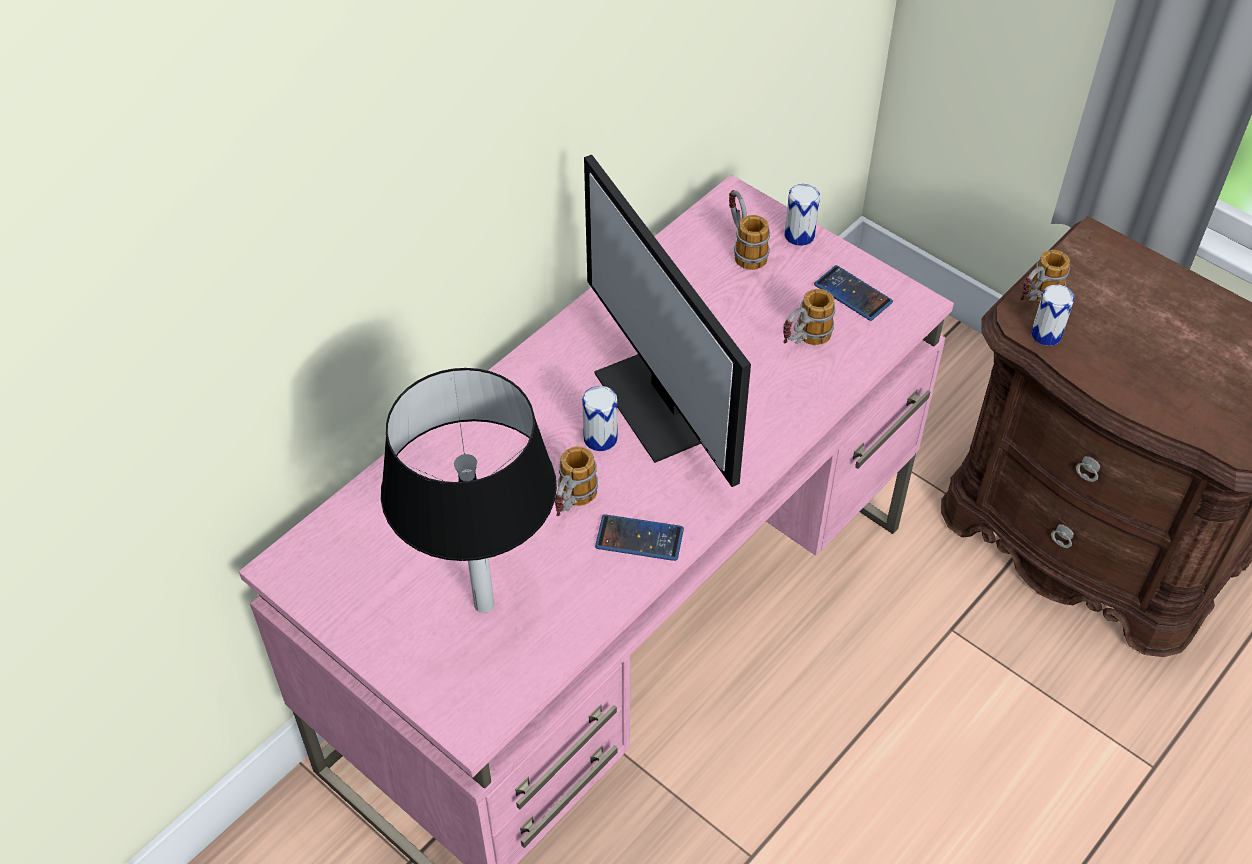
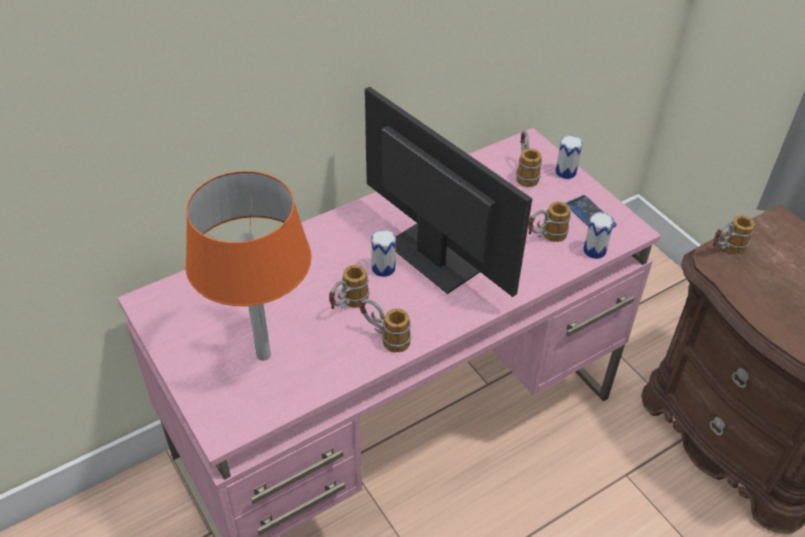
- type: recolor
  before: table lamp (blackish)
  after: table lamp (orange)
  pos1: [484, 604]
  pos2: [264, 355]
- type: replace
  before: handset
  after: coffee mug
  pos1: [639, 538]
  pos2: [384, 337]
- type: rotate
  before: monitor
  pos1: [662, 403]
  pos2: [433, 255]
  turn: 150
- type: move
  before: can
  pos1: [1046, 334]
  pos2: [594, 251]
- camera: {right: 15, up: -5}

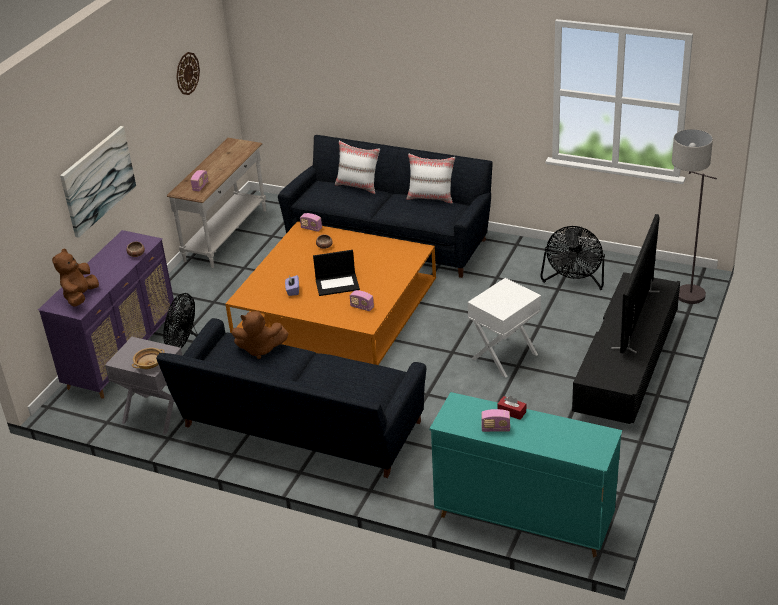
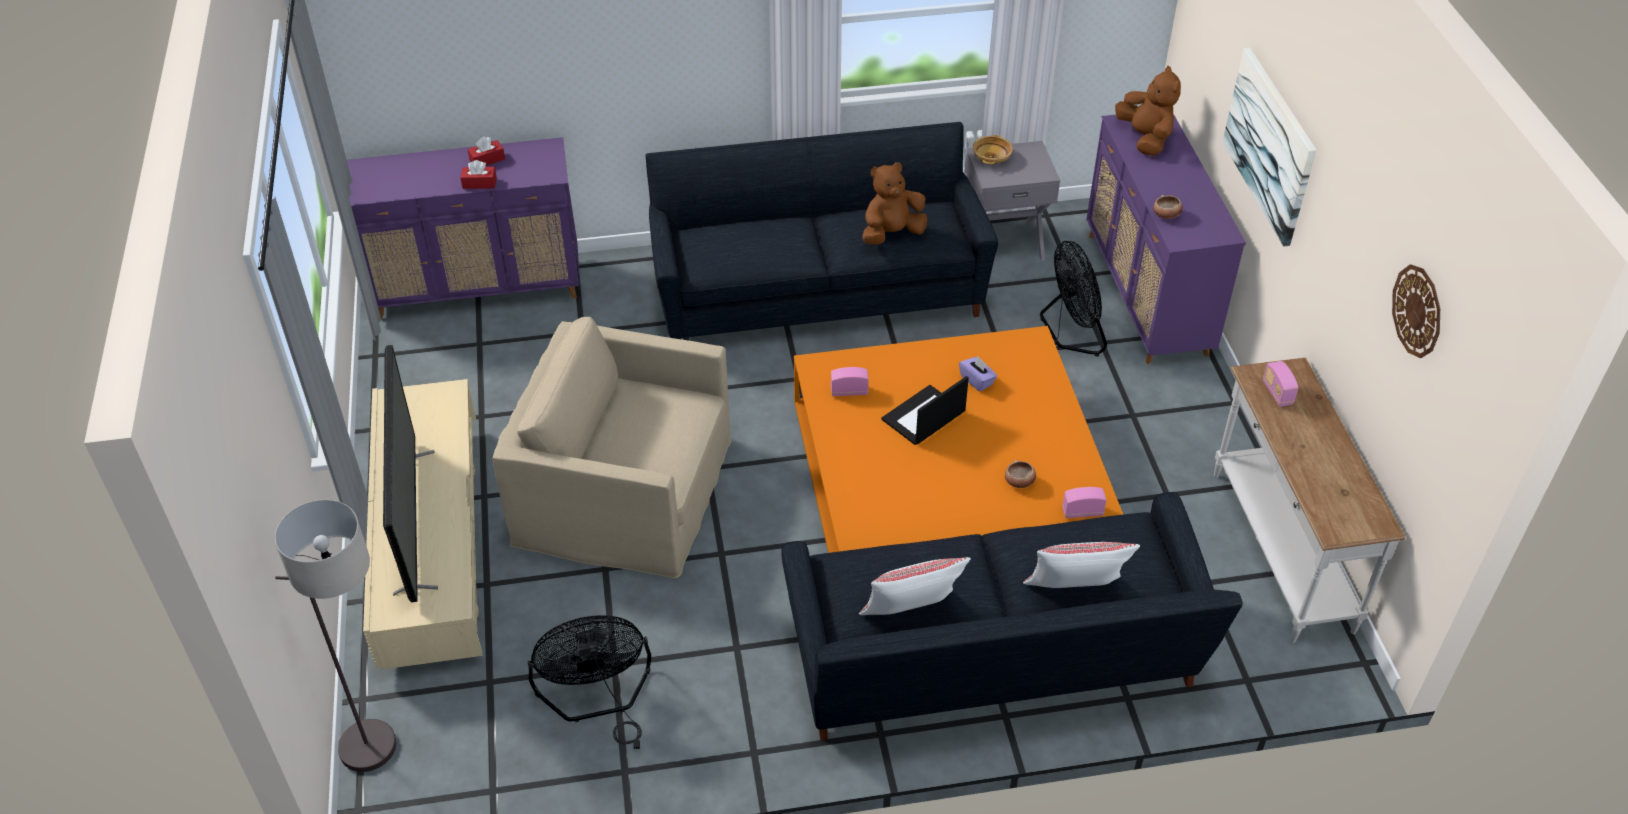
- type: recolor
  before: cabinet (turquoise-coloured)
  after: cabinet (purple-coloured)
  pos1: [524, 519]
  pos2: [478, 288]
- type: recolor
  before: tv unit (blackish)
  after: tv unit (beige-coloured)
  pos1: [627, 366]
  pos2: [431, 544]
- type: replace
  before: radio receiver
  after: box of tissues (red)
  pos1: [495, 428]
  pos2: [487, 160]
- type: replace
  before: end table (white-coloured)
  after: lounge chair (beige-coloured)
  pos1: [505, 356]
  pos2: [624, 490]
- camera: {right: 145, up: 10}

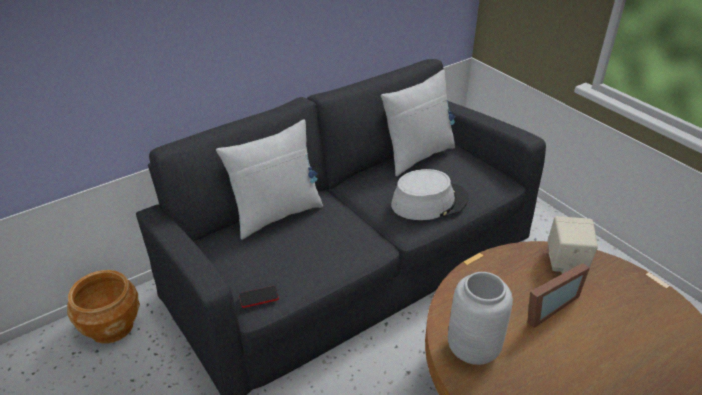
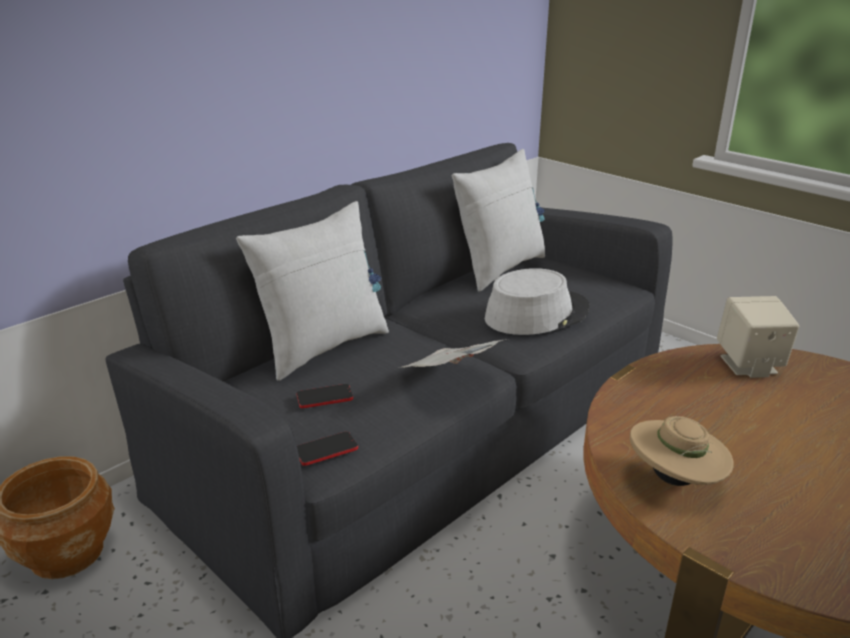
- type: insert
  after: handset
  pos2: [324, 397]
- type: insert
  after: newspaper
  pos2: [452, 378]
- type: replace
  before: vase (grey)
  after: wearable hat (beige-coloured)
  pos1: [473, 349]
  pos2: [674, 480]
- type: delete
  before: picture frame
  pos1: [545, 306]
- camera: {right: -10, up: -10}

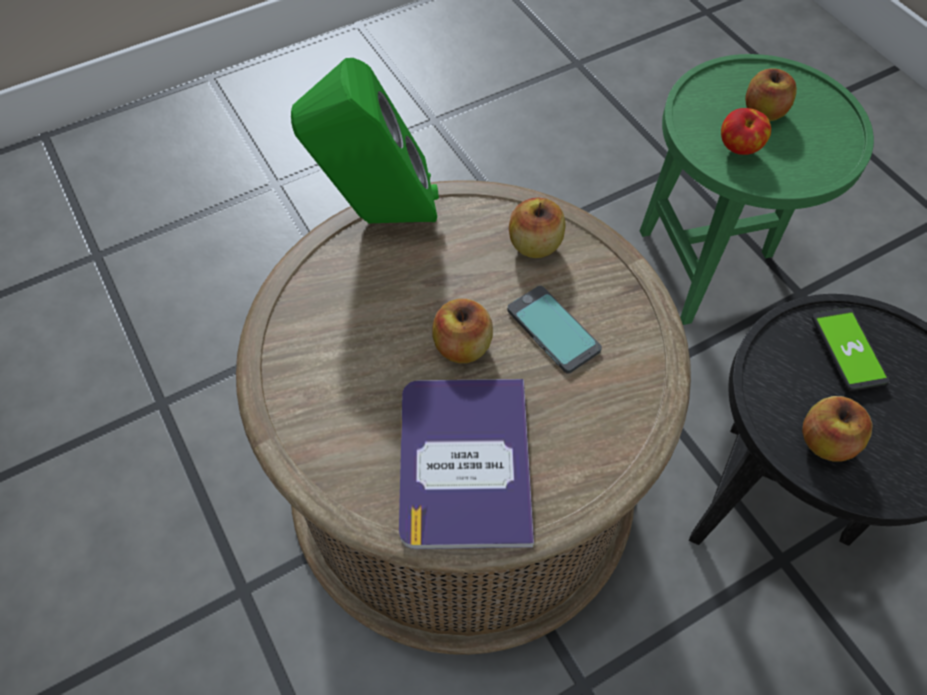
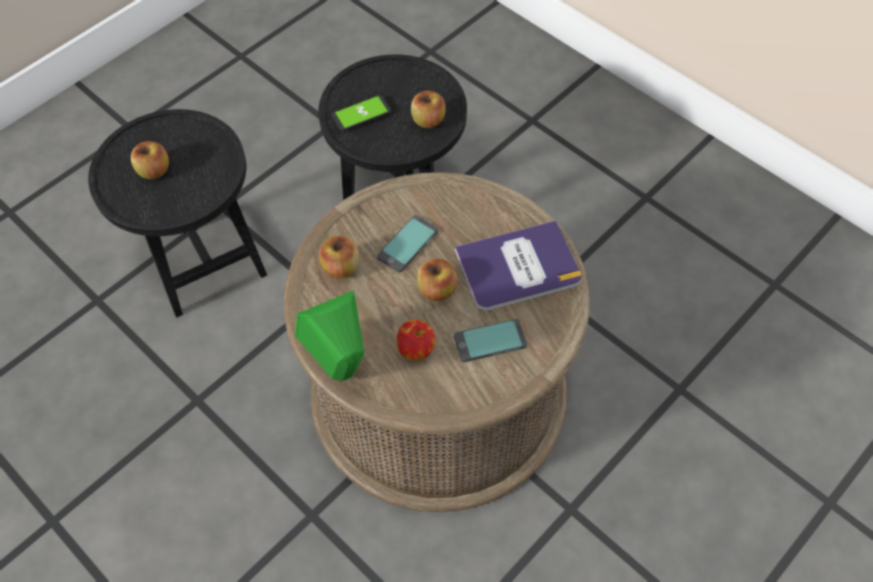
- type: recolor
  before: end table (green)
  after: end table (blackish)
  pos1: [709, 266]
  pos2: [206, 265]
- type: move
  before: whole apple
  pos1: [739, 148]
  pos2: [416, 349]
- type: insert
  after: handset
  pos2: [490, 341]
- camera: {right: -105, up: 0}

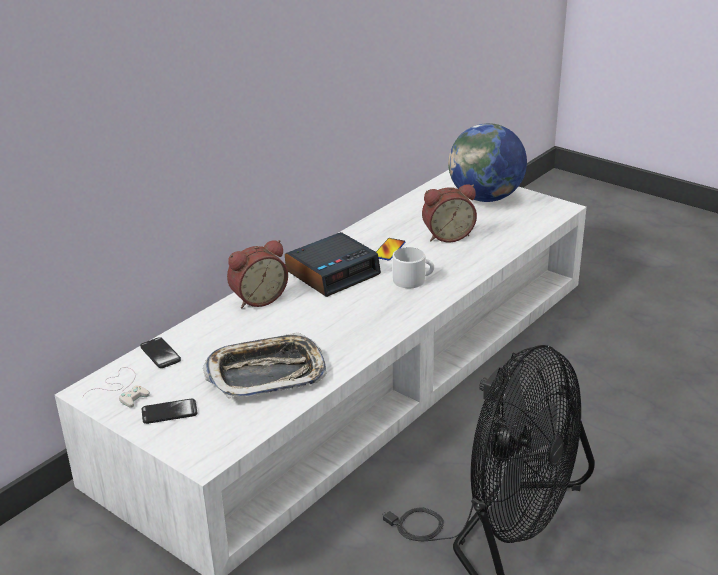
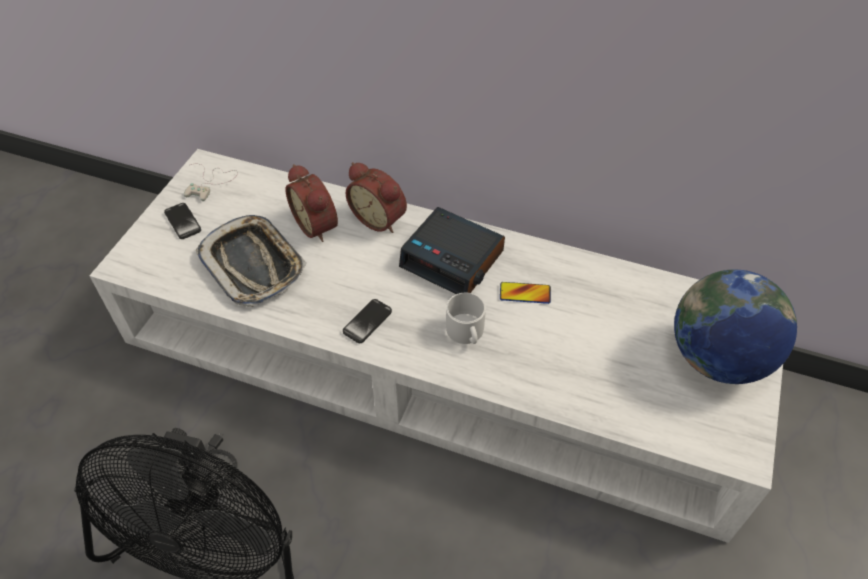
- type: move
  before: alarm clock
  pos1: [447, 235]
  pos2: [318, 225]
- type: move
  before: handset
  pos1: [160, 354]
  pos2: [367, 322]
- camera: {right: 70, up: 20}

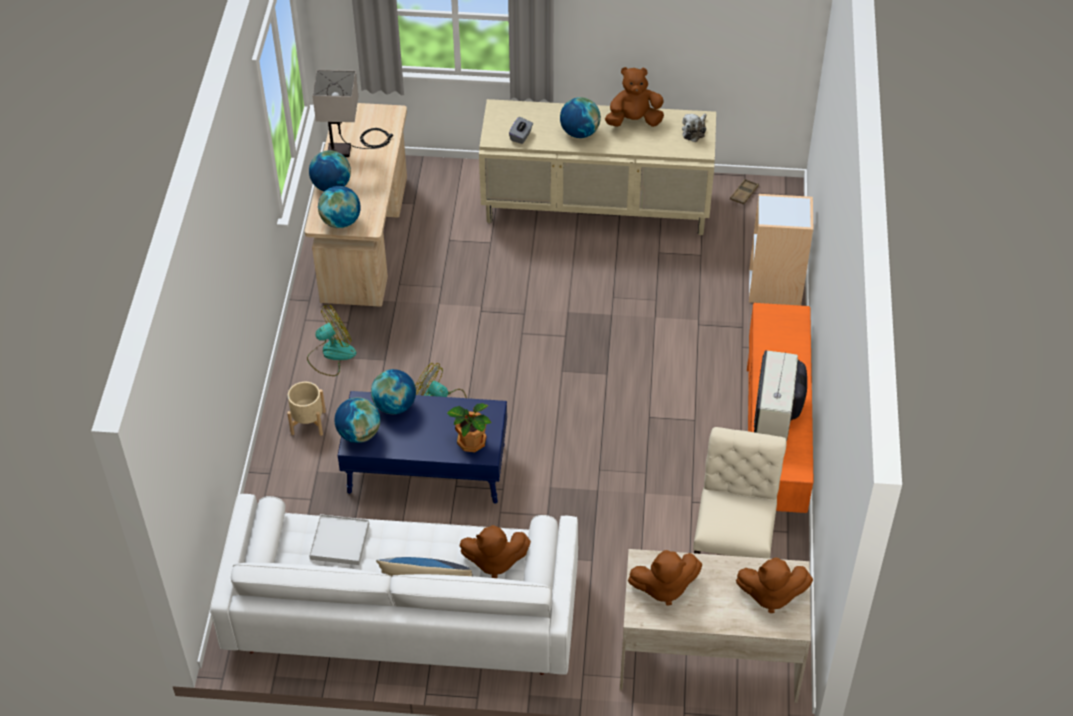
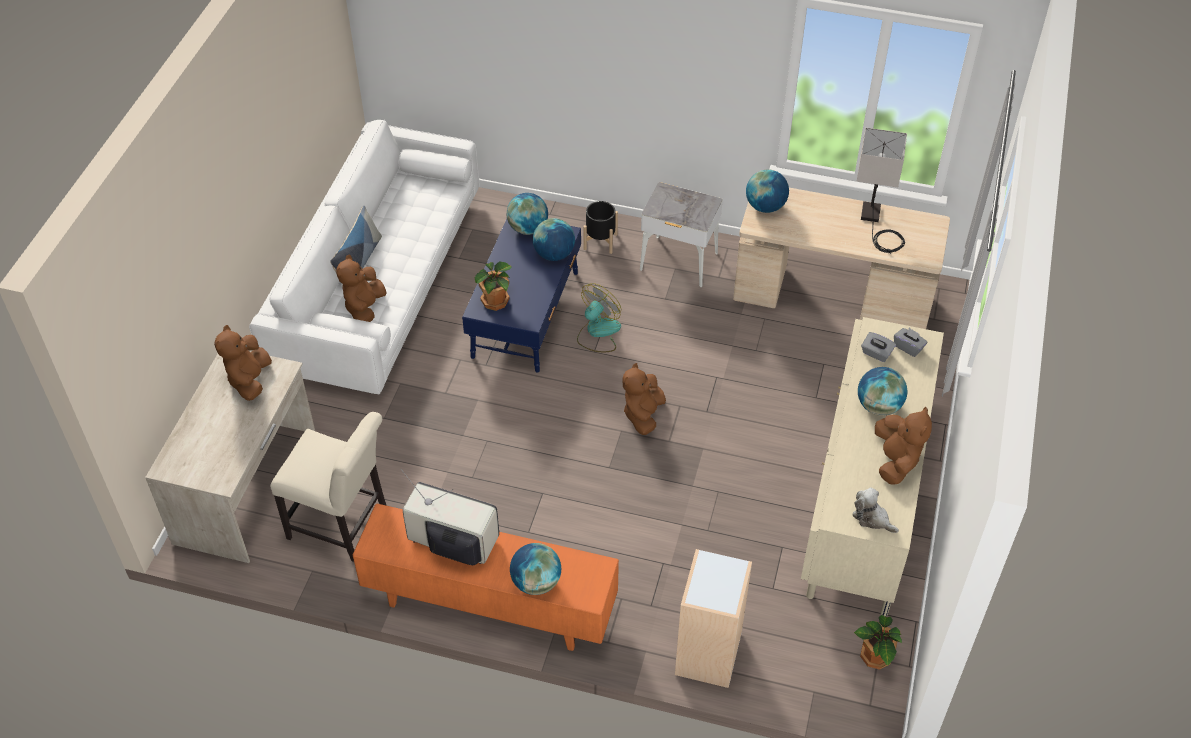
- type: move
  before: globe
  pos1: [331, 186]
  pos2: [536, 582]
- type: recolor
  before: flower pot (beige-coloured)
  after: flower pot (blackish)
  pos1: [308, 423]
  pos2: [600, 241]
- type: move
  before: soft toy (brown-coloured)
  pos1: [770, 594]
  pos2: [643, 414]
- type: replace
  before: electric fan
  after: end table
  pos1: [331, 354]
  pos2: [679, 262]
- type: replace
  before: carrying tray (brown-coloured)
  after: plant in a pot
  pos1: [744, 194]
  pos2: [875, 657]
- type: insert
  after: box of tissues (grey)
  pos2: [908, 347]
- type: delete
  before: carrying tray (white-coloured)
  pos1: [339, 541]
- camera: {right: 100, up: 0}

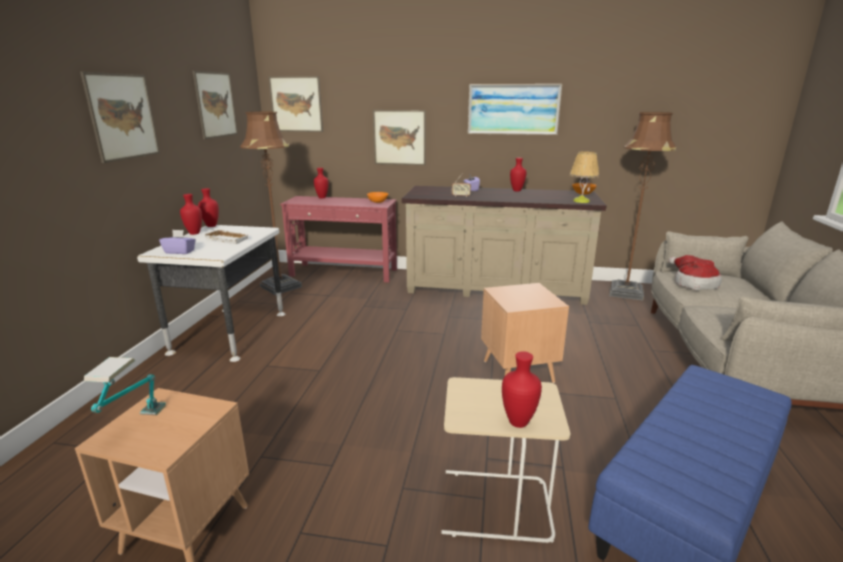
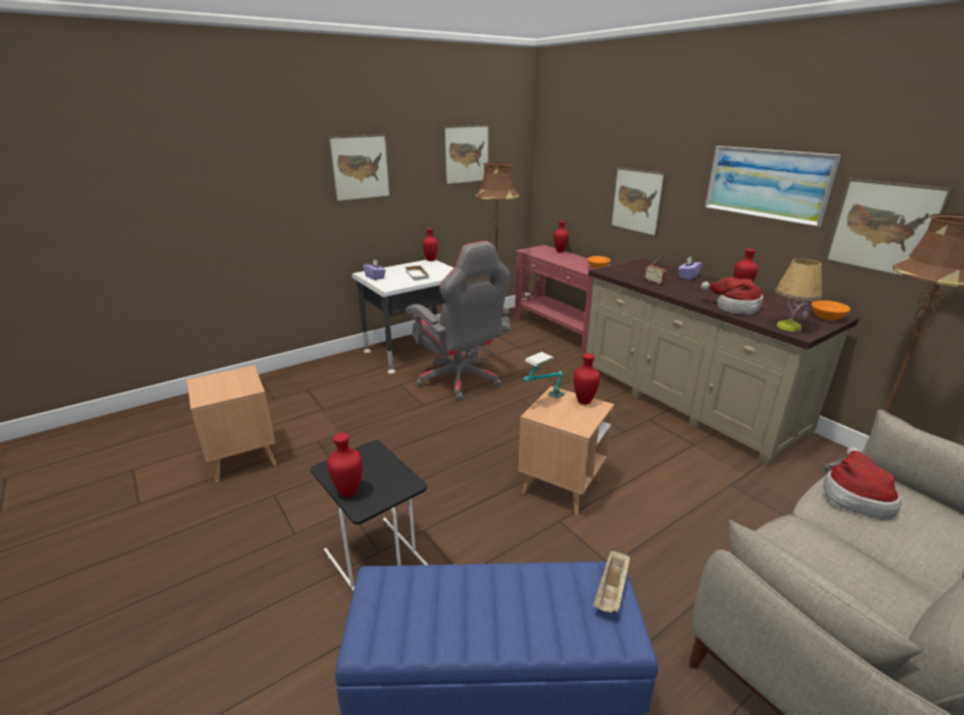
- type: recolor
  before: end table (beige-coloured)
  after: end table (blackish)
  pos1: [494, 506]
  pos2: [376, 561]
- type: insert
  after: computer chair (grey)
  pos2: [458, 379]
- type: move
  before: table lamp
  pos1: [136, 427]
  pos2: [543, 401]
- type: move
  before: vase (red)
  pos1: [195, 233]
  pos2: [584, 402]
- type: insert
  after: carrying tray (beige-coloured)
  pos2: [611, 590]
- type: insert
  after: wearable hat
  pos2: [734, 307]
- type: move
  before: wall art
  pos1: [296, 104]
  pos2: [883, 227]
- camera: {right: 45, up: 5}

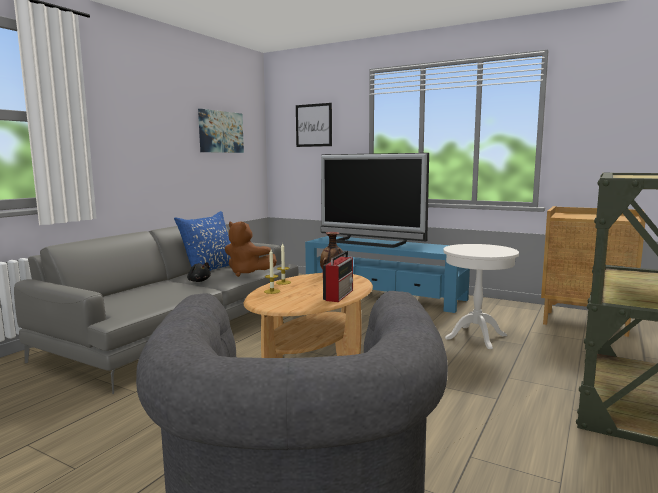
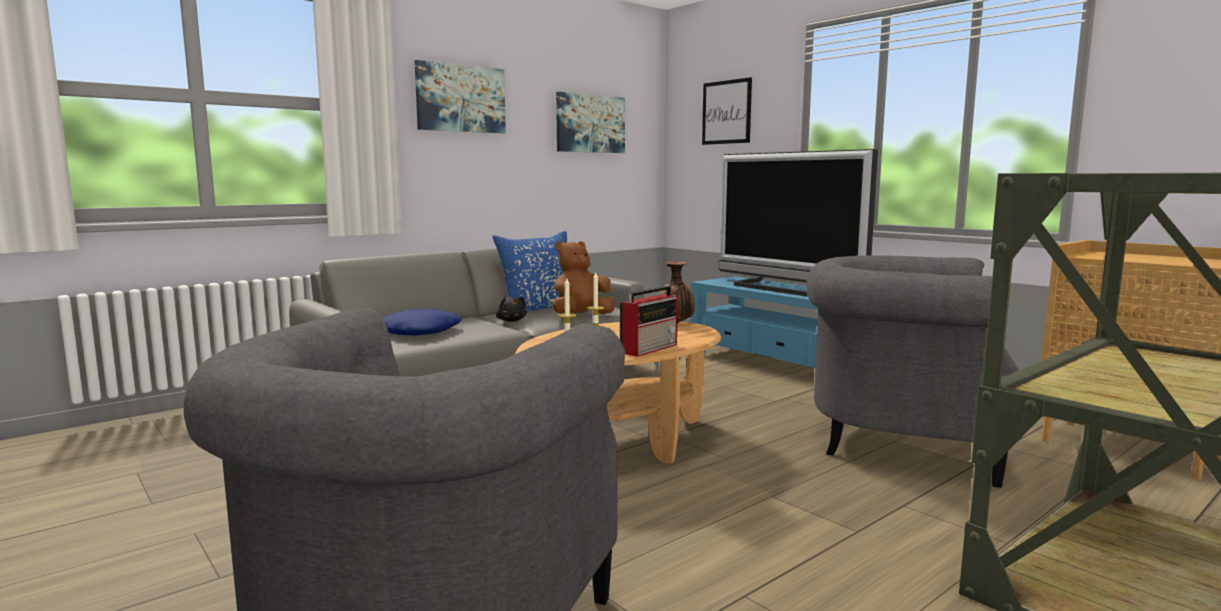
- type: insert
  after: pillow (bluish)
  pos2: [418, 332]
- type: insert
  after: wall art
  pos2: [460, 98]
- type: rotate
  before: soft toy (brown-coloured)
  pos1: [247, 273]
  pos2: [581, 316]
  turn: 90
- type: replace
  before: end table (white-coloured)
  after: lounge chair (grey)
  pos1: [476, 337]
  pos2: [900, 443]
- camera: {right: 20, up: 0}

